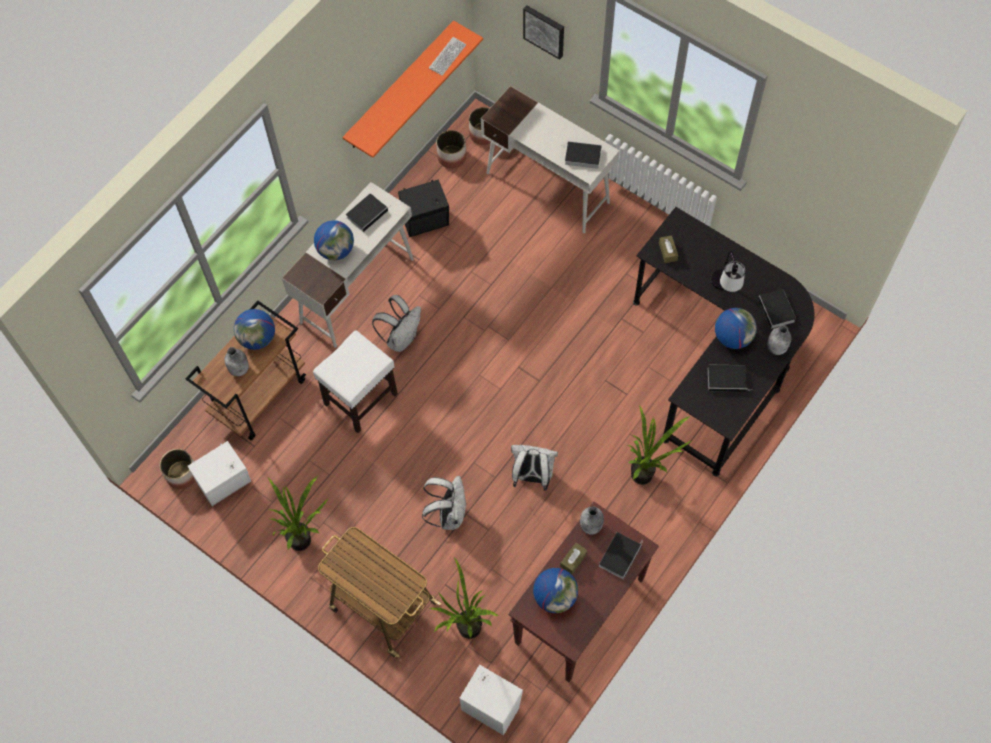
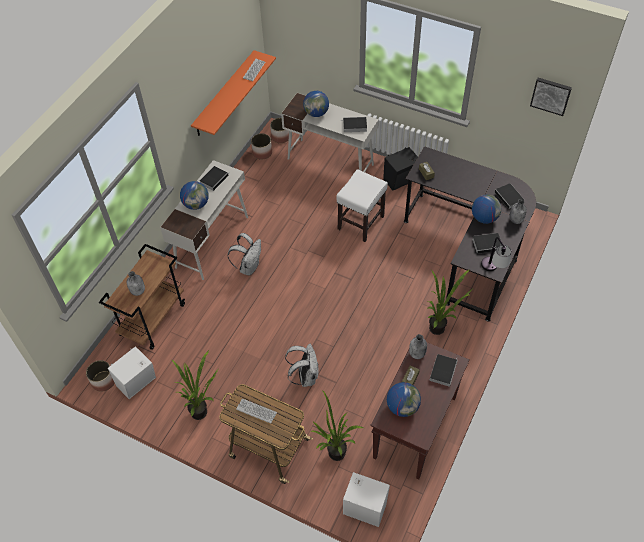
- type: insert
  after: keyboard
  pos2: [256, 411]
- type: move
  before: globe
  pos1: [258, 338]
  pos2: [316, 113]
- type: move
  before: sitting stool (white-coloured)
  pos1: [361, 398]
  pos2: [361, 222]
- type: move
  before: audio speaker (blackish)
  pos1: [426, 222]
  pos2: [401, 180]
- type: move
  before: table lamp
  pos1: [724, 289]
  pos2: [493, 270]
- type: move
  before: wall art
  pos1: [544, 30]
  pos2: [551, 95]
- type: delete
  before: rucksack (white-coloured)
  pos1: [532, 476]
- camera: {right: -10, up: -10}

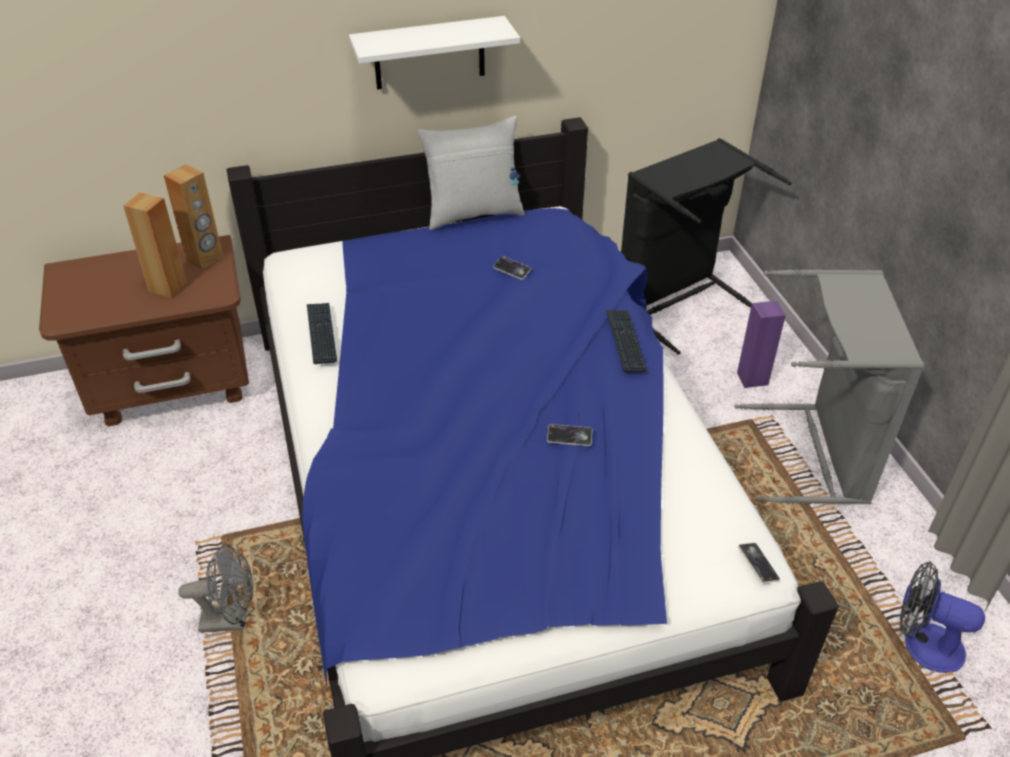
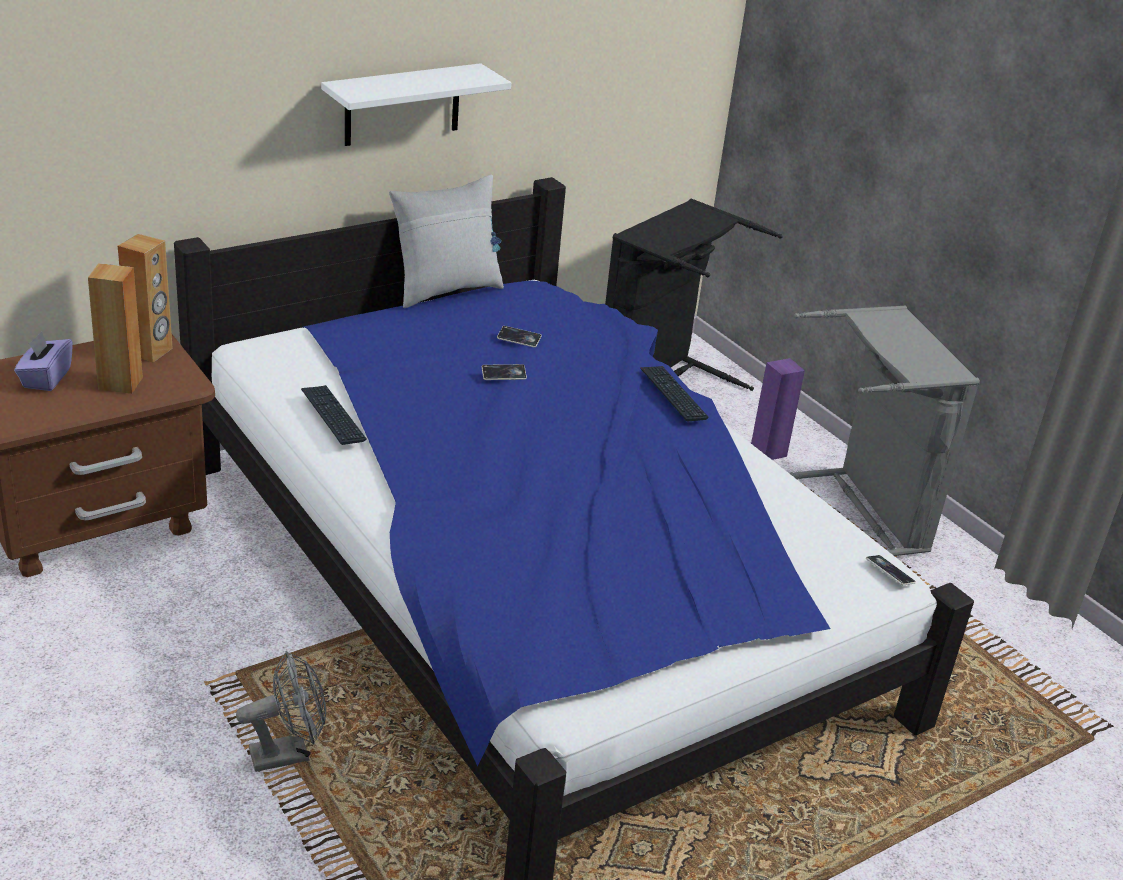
- type: insert
  after: box of tissues (purple-coloured)
  pos2: [46, 378]
- type: move
  before: handset
  pos1: [569, 437]
  pos2: [503, 375]
- type: delete
  before: electric fan
  pos1: [922, 643]
- camera: {right: -20, up: -10}

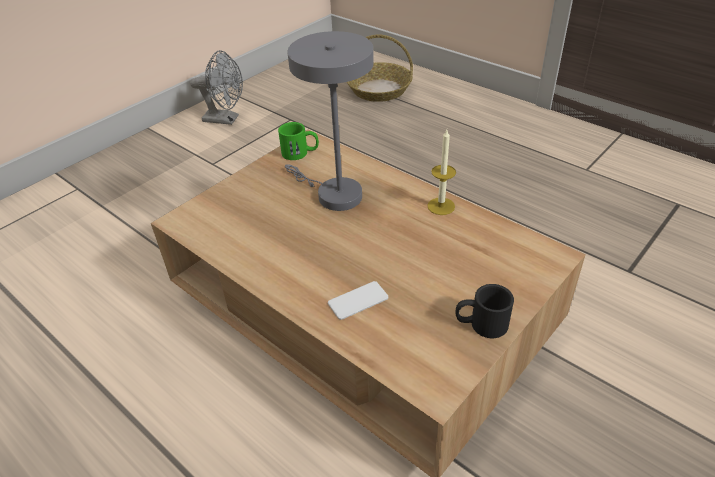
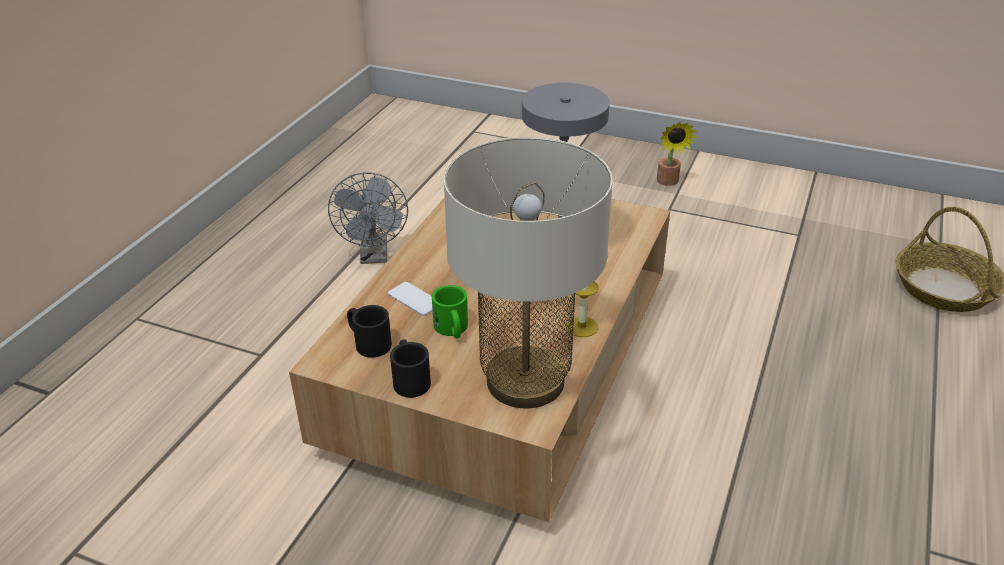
- type: move
  before: electric fan (grey)
  pos1: [226, 119]
  pos2: [374, 256]
- type: insert
  after: coffee mug (blackish)
  pos2: [368, 342]
- type: move
  before: coffee mug (green)
  pos1: [300, 153]
  pos2: [452, 330]
- type: insert
  after: table lamp
  pos2: [525, 381]
- type: insert
  after: plant in a pot
  pos2: [668, 182]
- camera: {right: 70, up: -5}

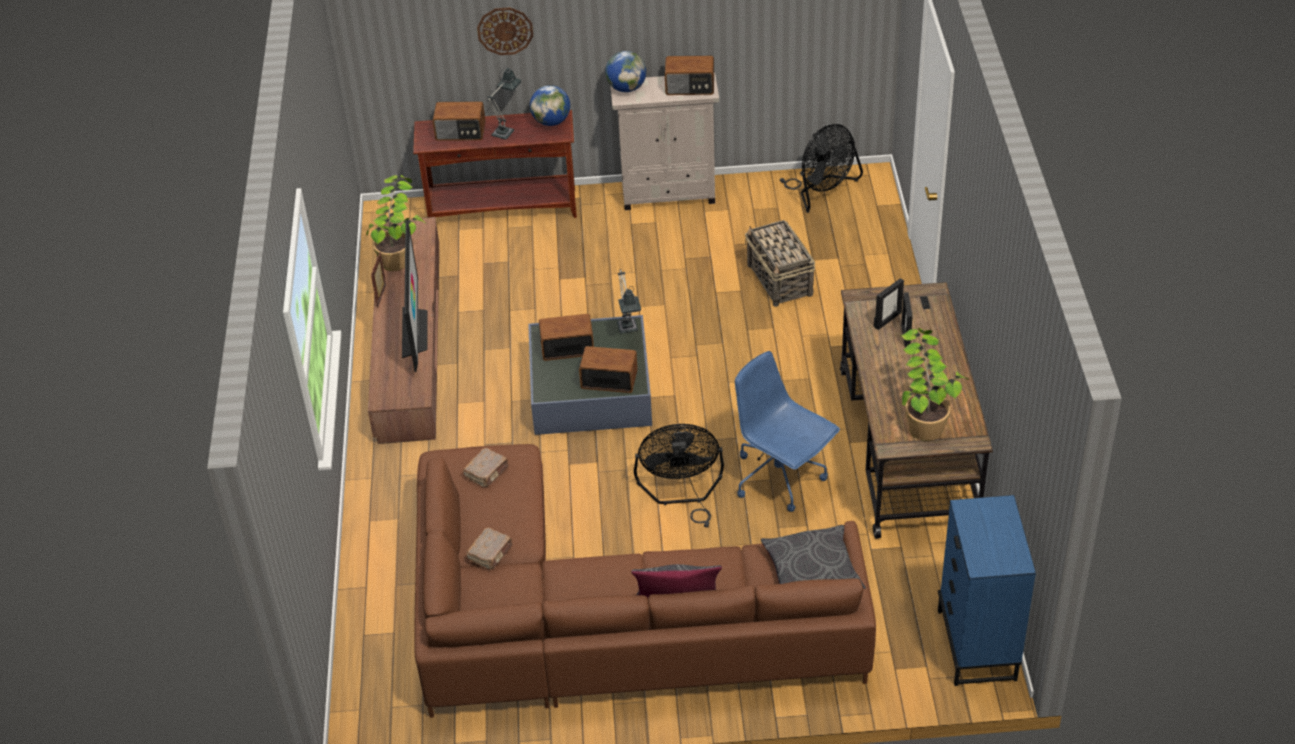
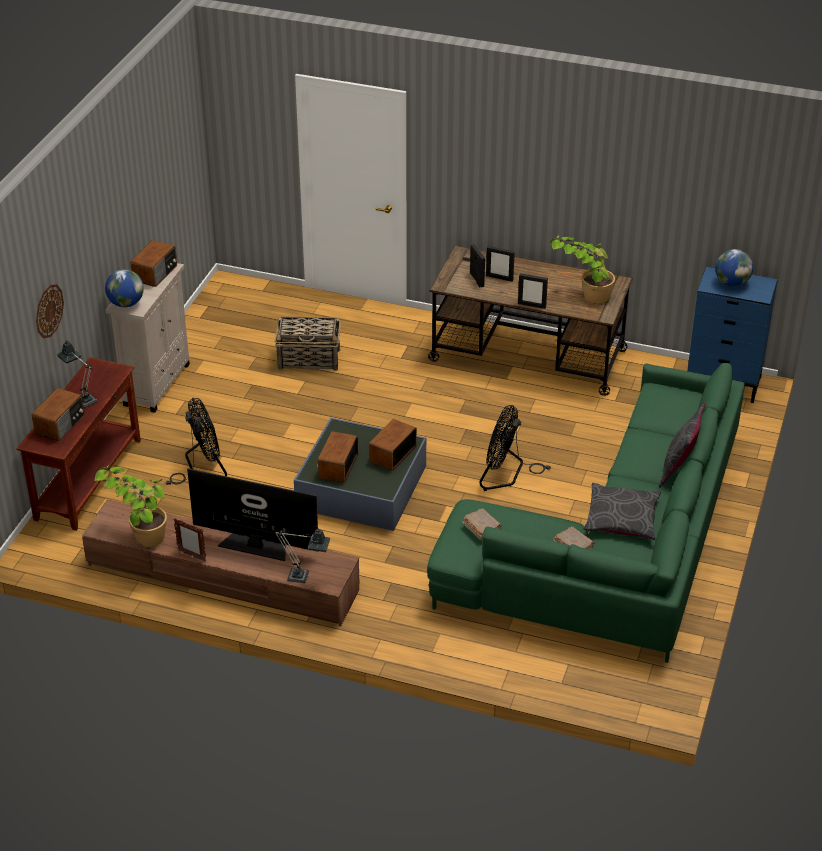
- type: move
  before: electric fan (blackish)
  pos1: [820, 191]
  pos2: [200, 466]
- type: move
  before: table lamp
  pos1: [628, 330]
  pos2: [303, 577]
- type: recolor
  before: settee (brown-coloured)
  after: settee (green)
  pos1: [602, 622]
  pos2: [616, 546]
- type: insert
  after: picture frame
  pos2: [532, 305]
- type: move
  before: pillow (grey)
  pos1: [812, 572]
  pos2: [622, 518]
- type: move
  before: globe
  pos1: [551, 121]
  pos2: [731, 283]
- type: delete
  before: computer chair (bluish)
  pos1: [782, 480]
- camera: {right: -70, up: -5}

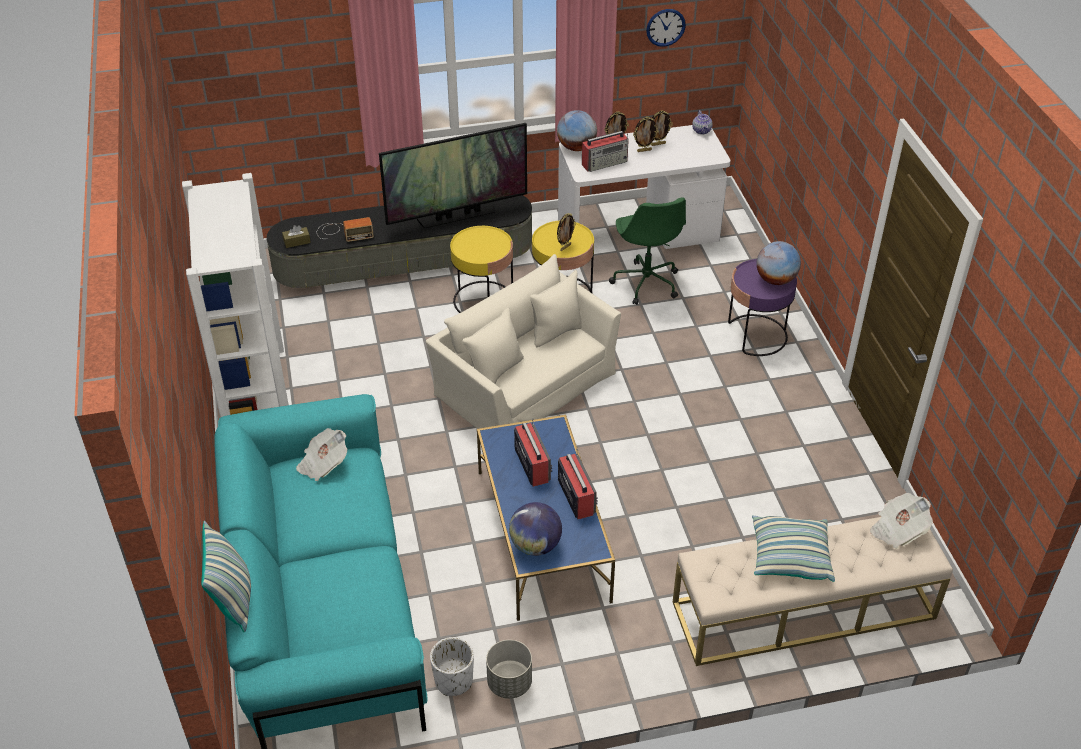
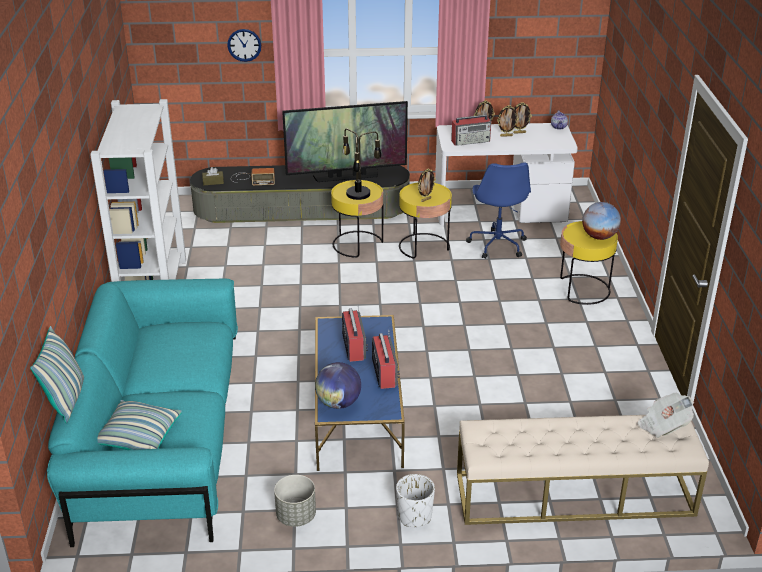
- type: move
  before: pillow
  pos1: [789, 557]
  pos2: [138, 437]
- type: move
  before: hanging clock
  pos1: [665, 27]
  pos2: [244, 45]
- type: insert
  after: table lamp
  pos2: [358, 194]
- type: move
  before: flower pot (white-coloured)
  pos1: [453, 681]
  pos2: [414, 516]
- type: recolor
  before: computer chair (green)
  after: computer chair (bluish)
  pos1: [647, 284]
  pos2: [497, 246]
- type: recolor
  before: end table (purple-coloured)
  after: end table (yellowish)
  pos1: [756, 335]
  pos2: [583, 289]
- type: delete
  before: newspaper
  pos1: [323, 464]
- type: delete
  before: lounge chair (beige-coloured)
  pos1: [525, 382]
- type: delete
  before: globe
  pos1: [576, 147]
- camera: {right: 10, up: -10}

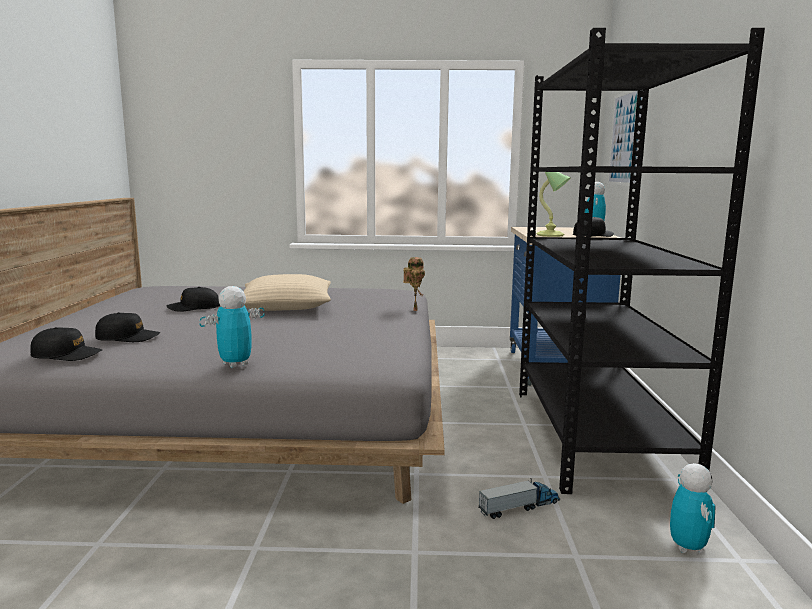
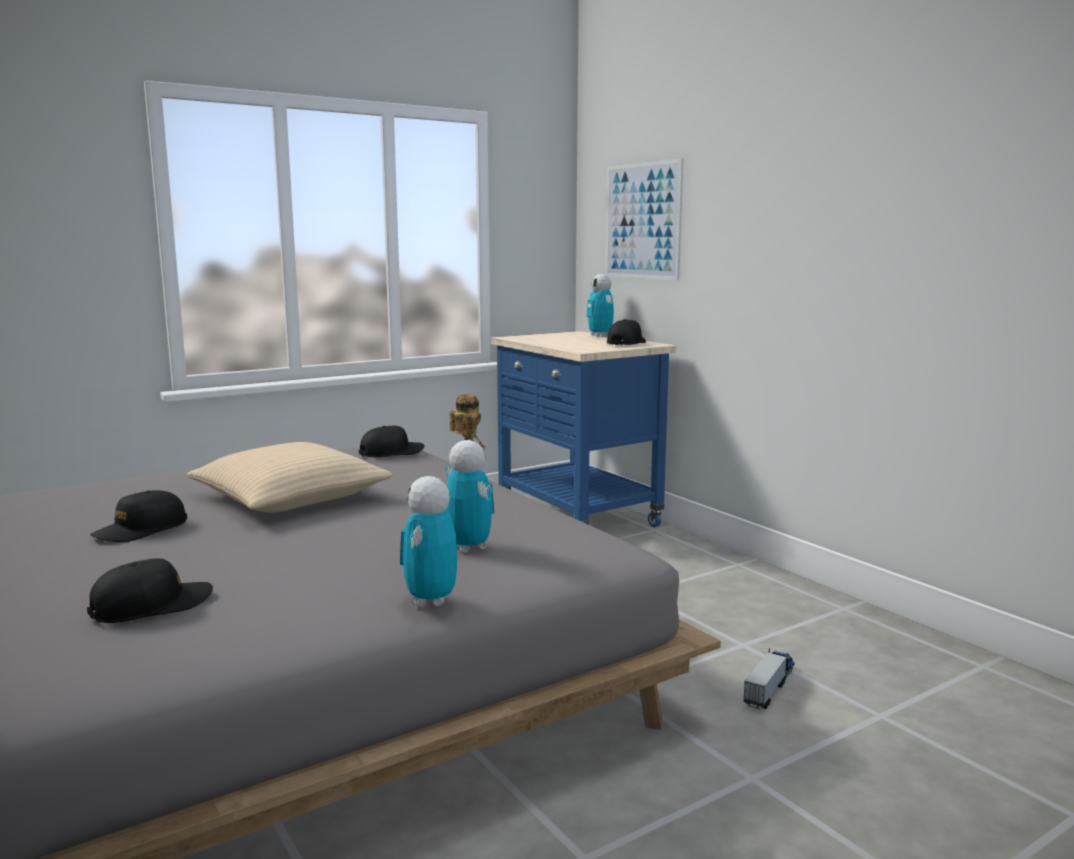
- type: move
  before: cap (blackish)
  pos1: [67, 355]
  pos2: [392, 452]
- type: move
  before: model robot
  pos1: [687, 547]
  pos2: [468, 547]
- type: delete
  before: bookshelf (blackish)
  pos1: [595, 436]
- type: delete
  before: table lamp
  pos1: [551, 235]
- camera: {right: -35, up: 0}

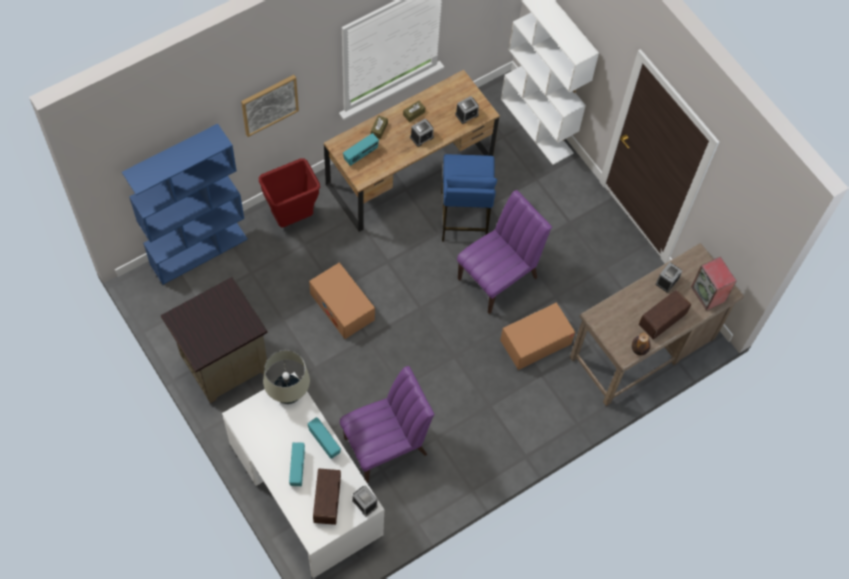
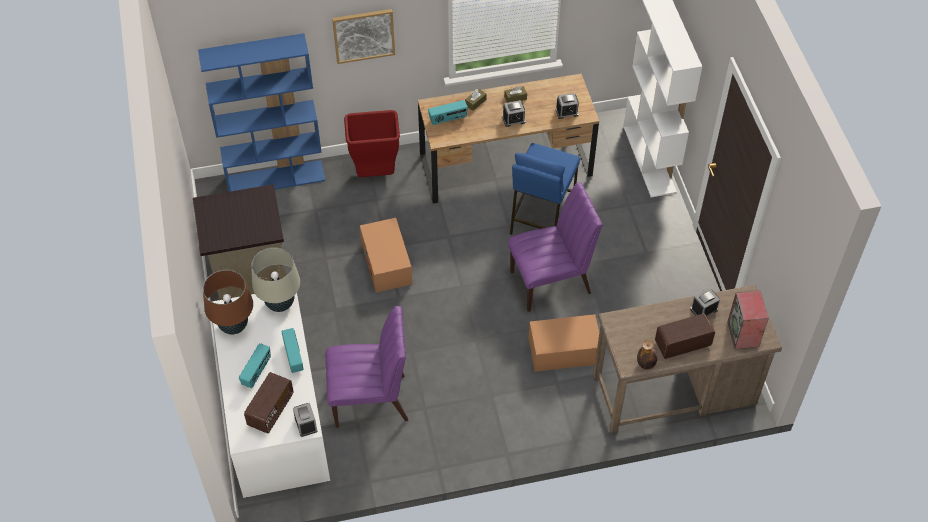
- type: insert
  after: table lamp (brown-coloured)
  pos2: [234, 326]
- camera: {right: 25, up: -10}

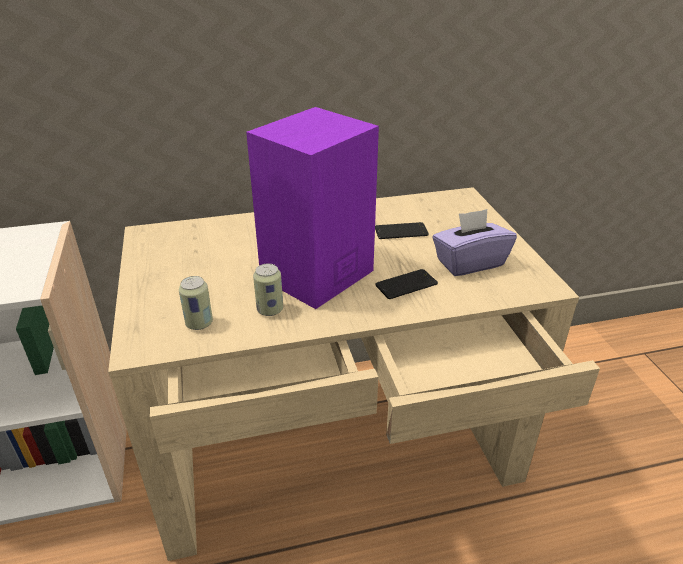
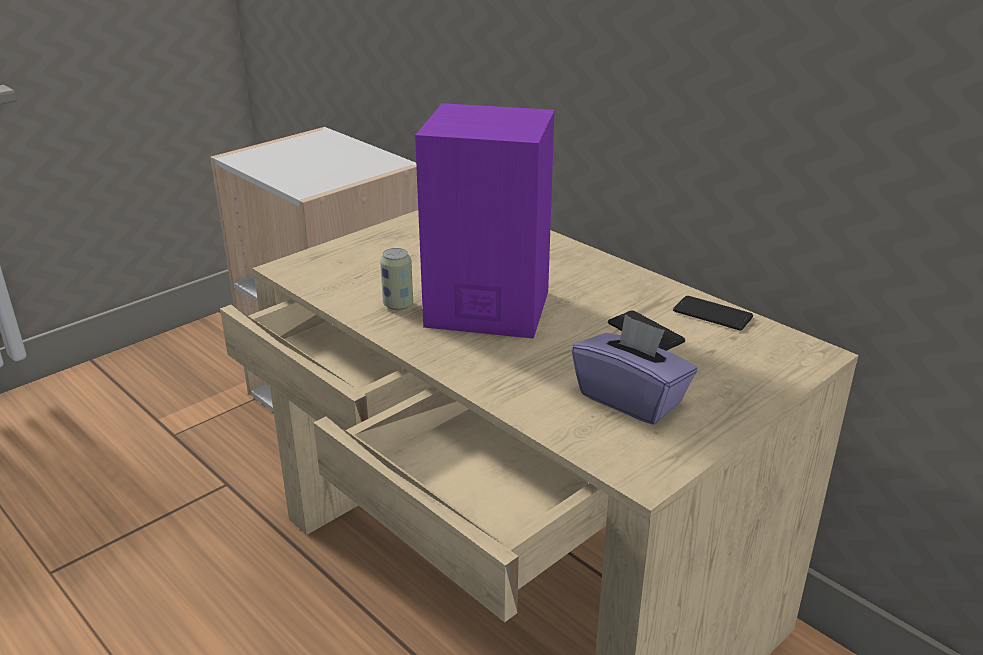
- type: move
  before: handset
  pos1: [406, 285]
  pos2: [712, 314]
- type: delete
  before: can
  pos1: [199, 323]
- camera: {right: 60, up: -5}

